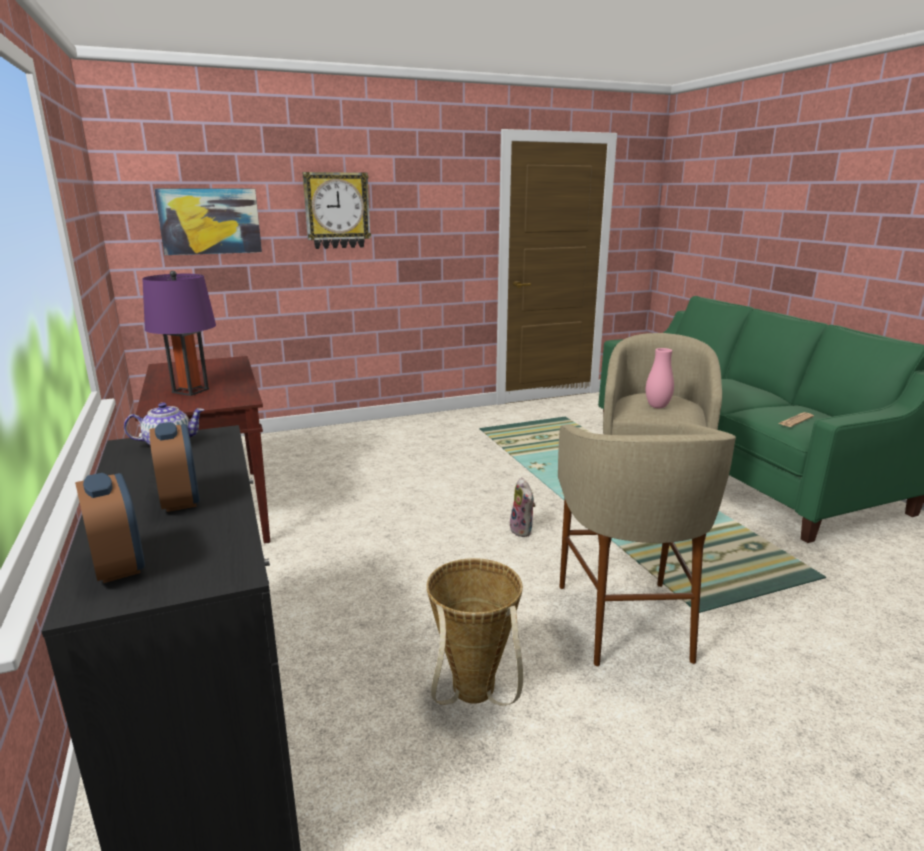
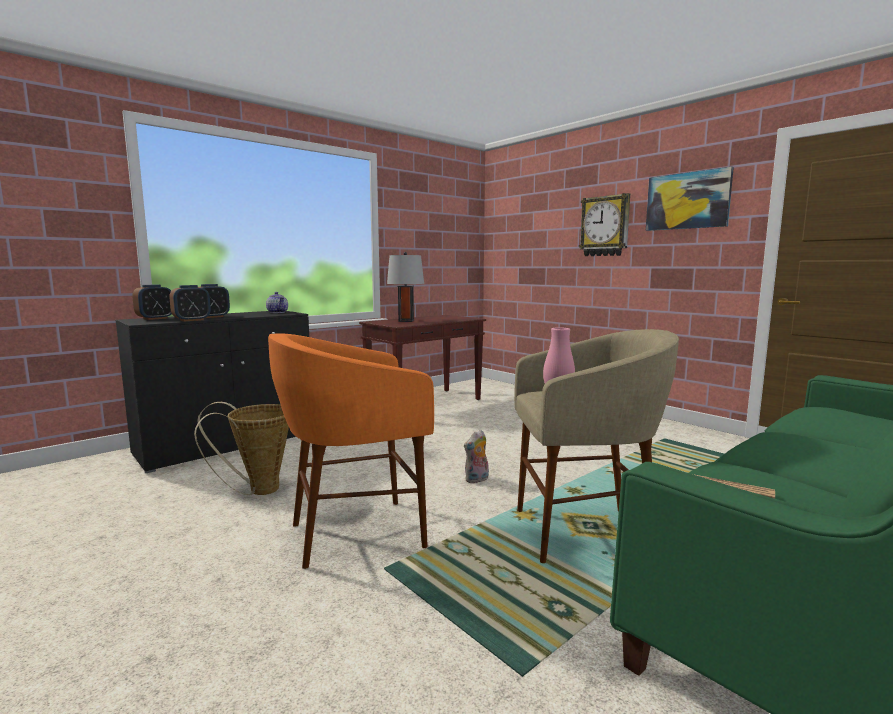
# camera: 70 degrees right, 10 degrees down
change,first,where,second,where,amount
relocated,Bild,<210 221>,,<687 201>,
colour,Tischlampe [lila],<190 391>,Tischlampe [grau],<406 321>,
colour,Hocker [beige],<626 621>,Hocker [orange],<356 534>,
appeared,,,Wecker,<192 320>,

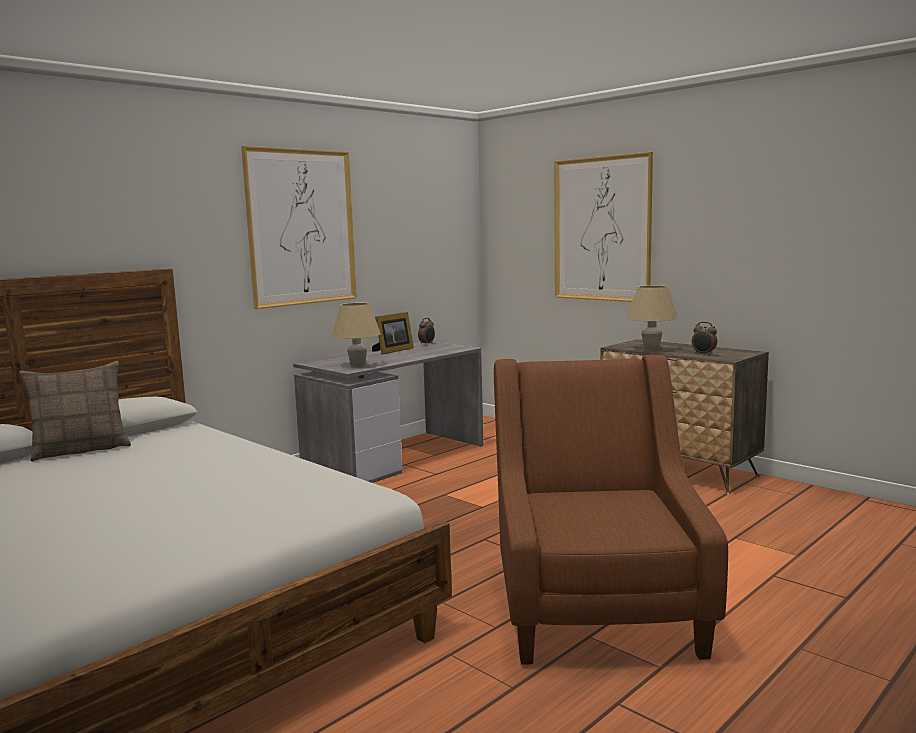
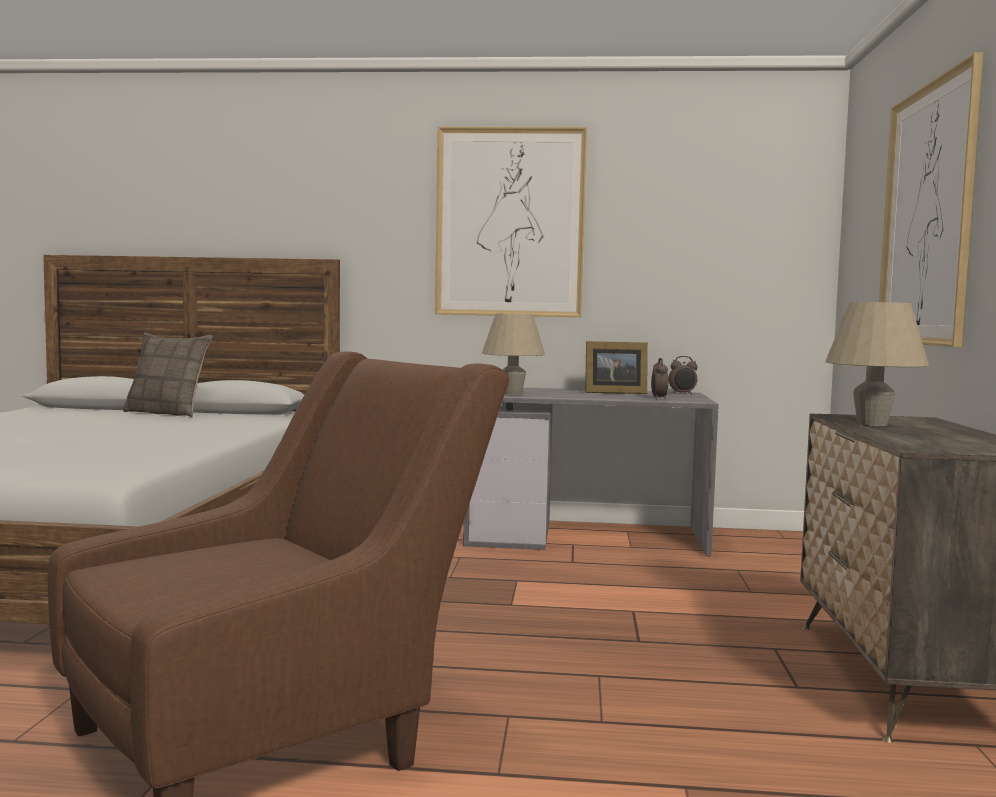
# camera: 50 degrees right, 5 degrees down
change,first,where,second,where,amount
relocated,Wecker,<703 354>,,<658 398>,

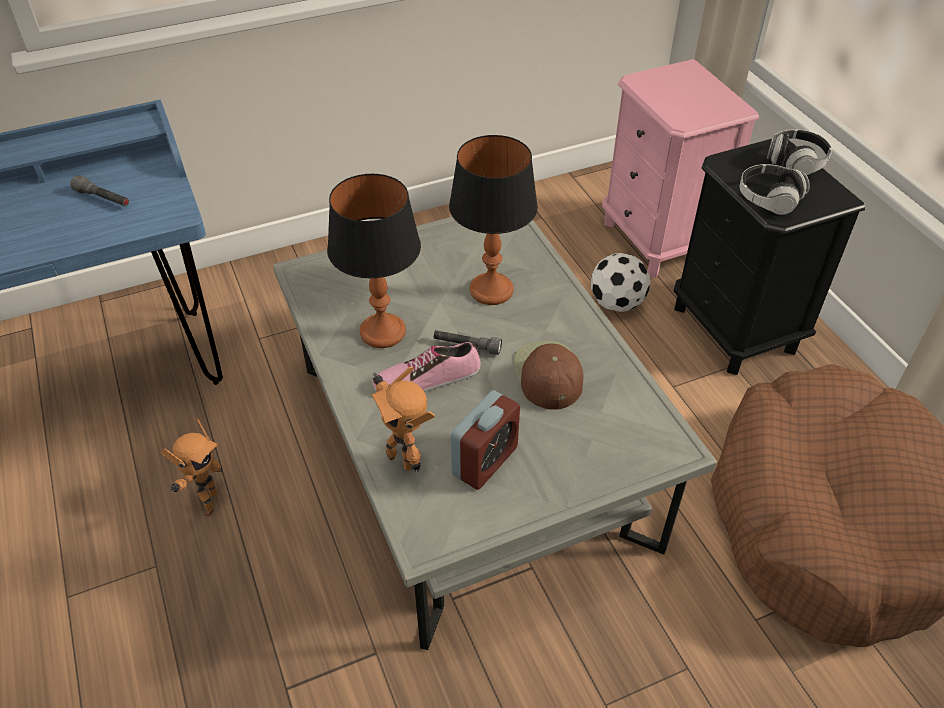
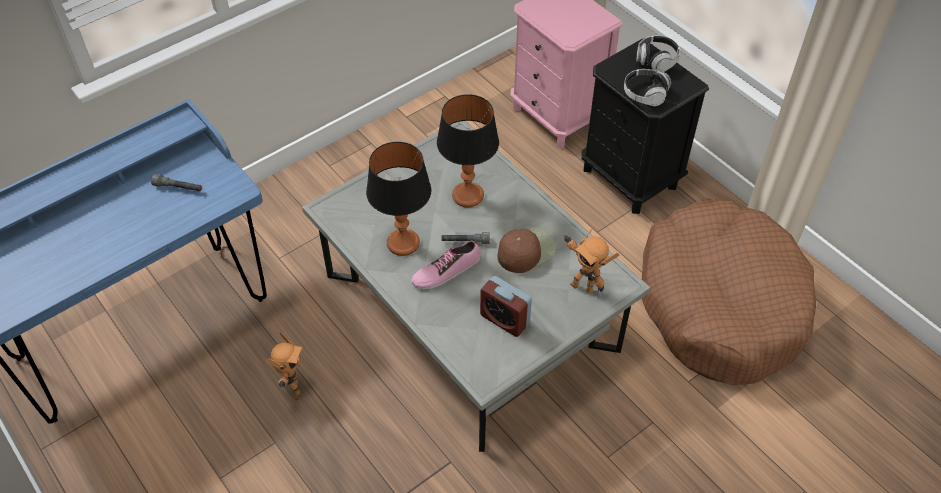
# camera: 15 degrees left, 5 degrees up
change,first,where,second,where,amount
missing,Fußball,<617 303>,,,
spun,Kappe [braun],<547 374>,,<526 250>,75 degrees clockwise
relocated,Spielzeugroboter,<403 458>,,<582 285>,
spun,Wecker,<485 461>,,<504 319>,105 degrees clockwise

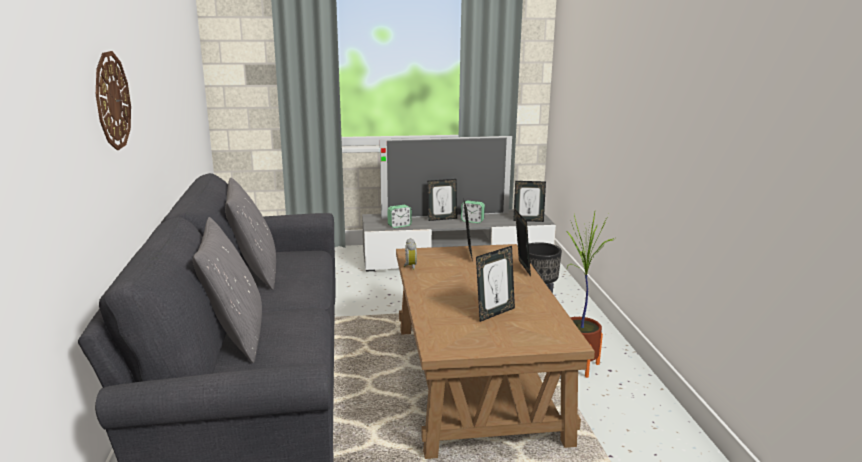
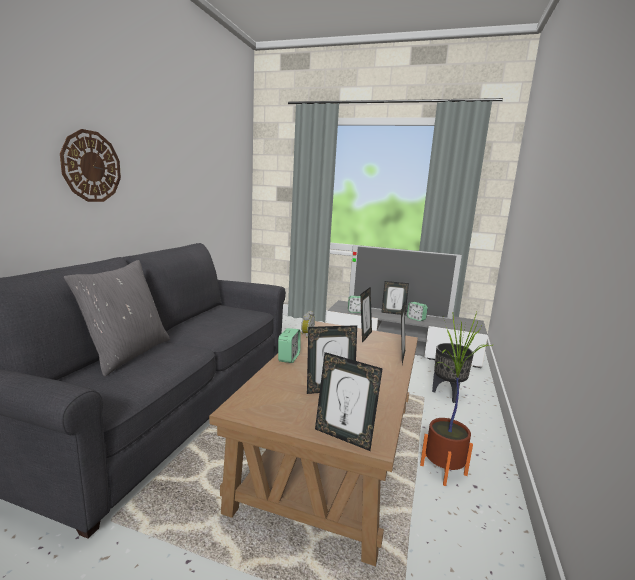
# camera: 25 degrees right, 5 degrees down
change,first,where,second,where,amount
missing,Kissen [grau],<255 273>,,,
relocated,Bilderrahmen,<528 220>,,<343 437>,
appeared,,,Wecker,<289 358>,

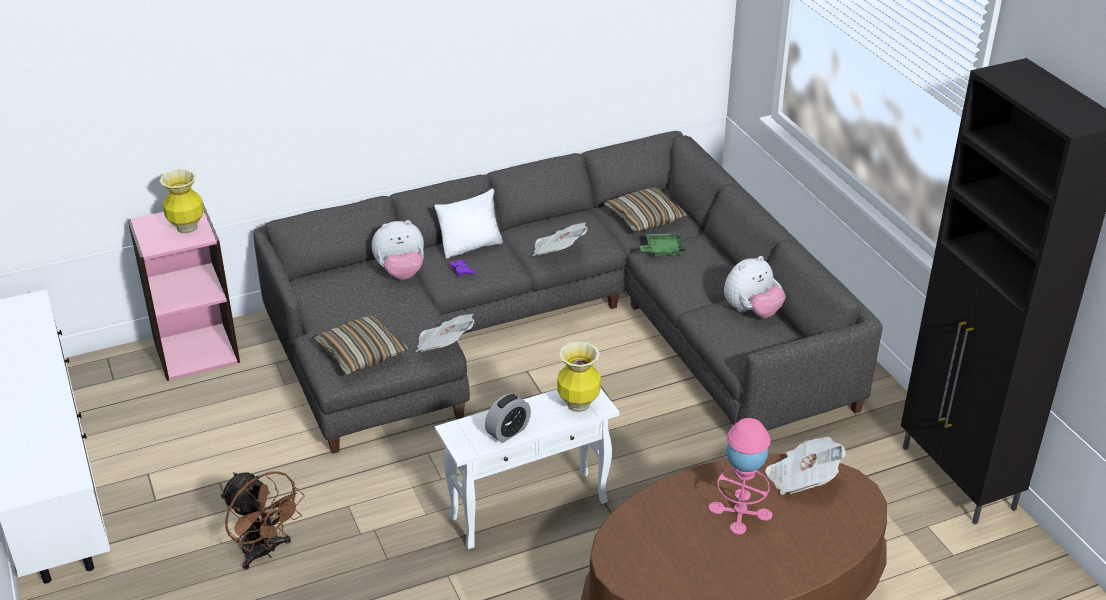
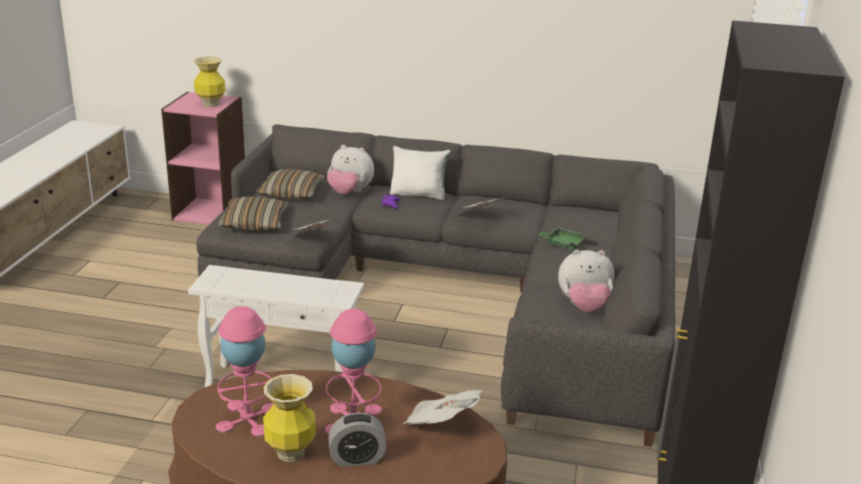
# camera: 35 degrees right, 10 degrees down
change,first,where,second,where,amount
relocated,Kissen,<645 218>,,<291 193>,
relocated,Vase,<578 405>,,<290 453>,
relocated,Wecker,<508 432>,,<357 459>,
missing,Ventilator [braun],<264 552>,,,
appeared,,,Tischlampe [rosa],<247 418>,

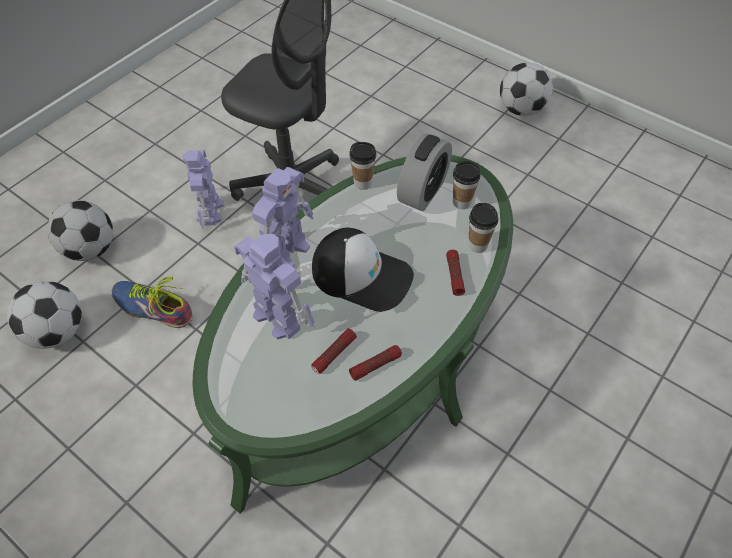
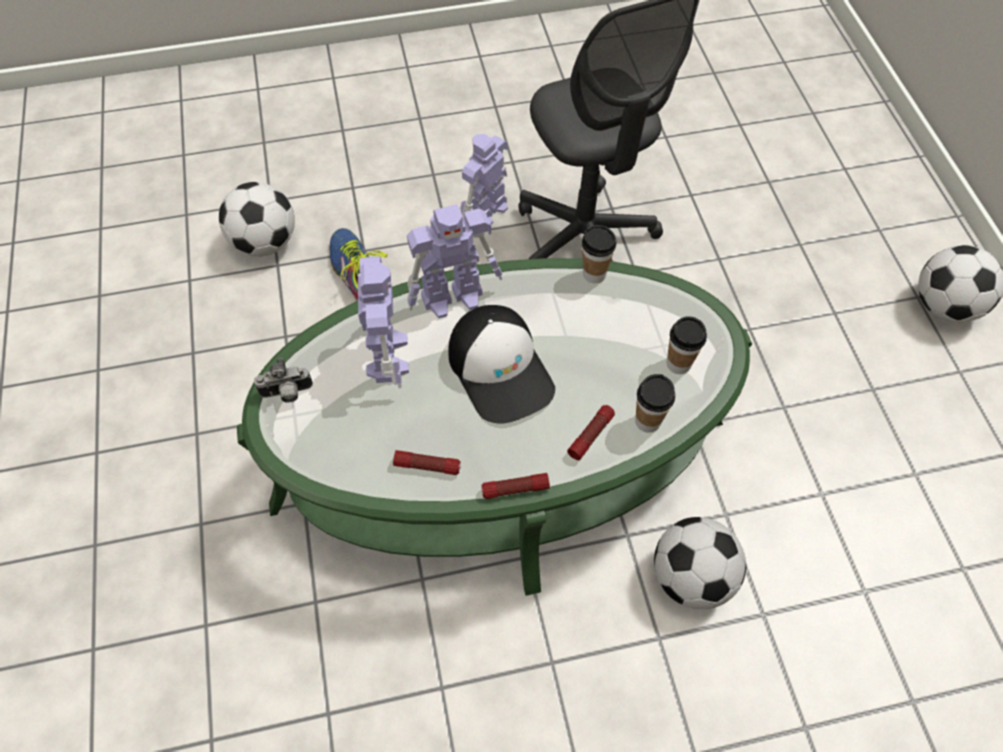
# camera: 40 degrees right, 5 degrees up
change,first,where,second,where,amount
missing,Wecker,<422 192>,,,
relocated,Fußball,<90 249>,,<690 576>,
relocated,Taschenlampe,<334 354>,,<515 489>,
appeared,,,Kamera,<287 394>,

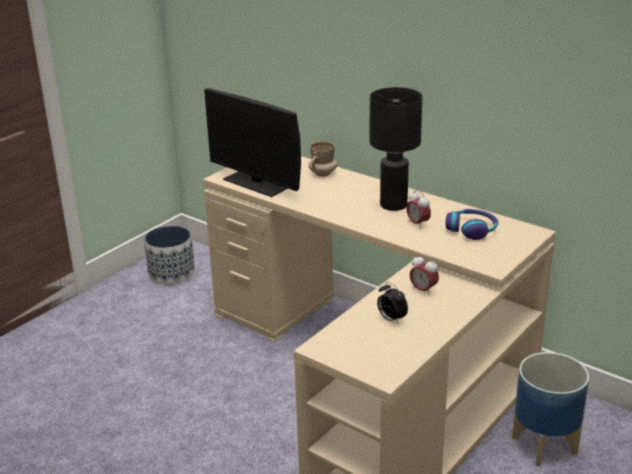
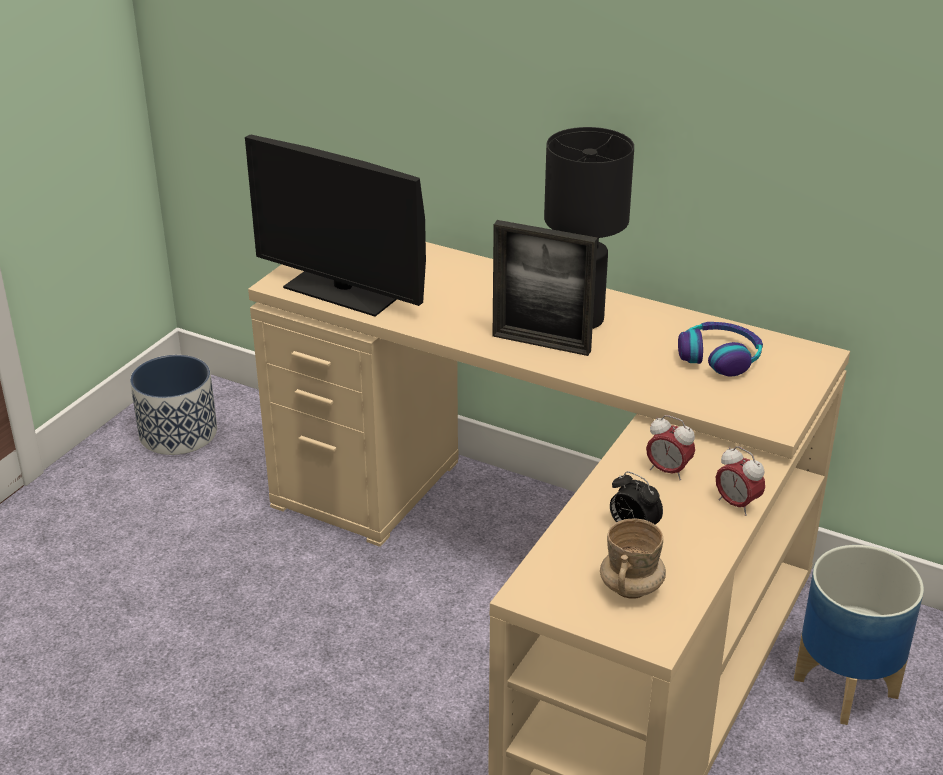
# camera: 10 degrees left, 5 degrees up
change,first,where,second,where,amount
relocated,Henkelbecher [beige],<323 173>,,<631 588>,
relocated,Wecker,<417 224>,,<736 504>,
appeared,,,Bilderrahmen,<541 343>,

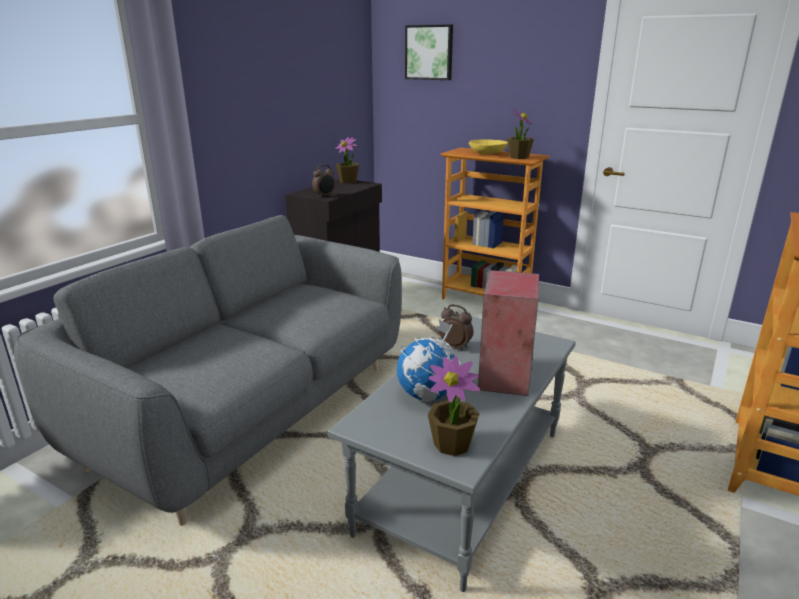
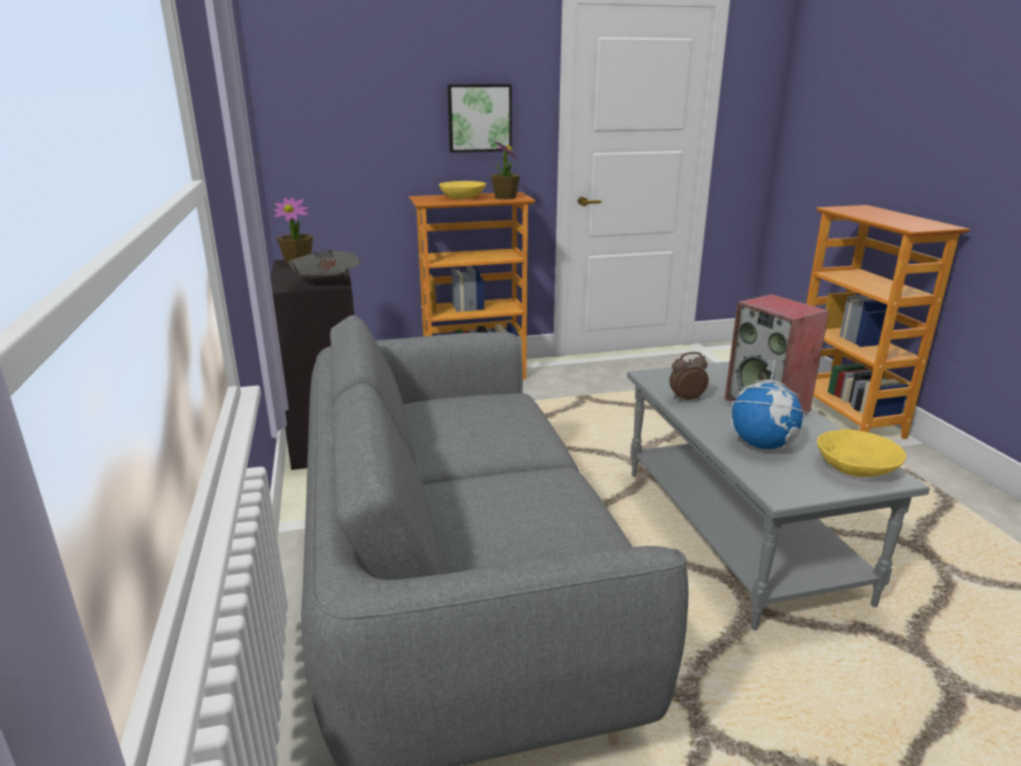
# camera: 45 degrees left, 0 degrees up
change,first,where,second,where,amount
relocated,Bild,<429 52>,,<479 118>,
exchanged,Wecker,<325 196>,Zeitung,<327 283>,
exchanged,Topfpflanze,<452 444>,Schüssel [gelb],<856 468>,

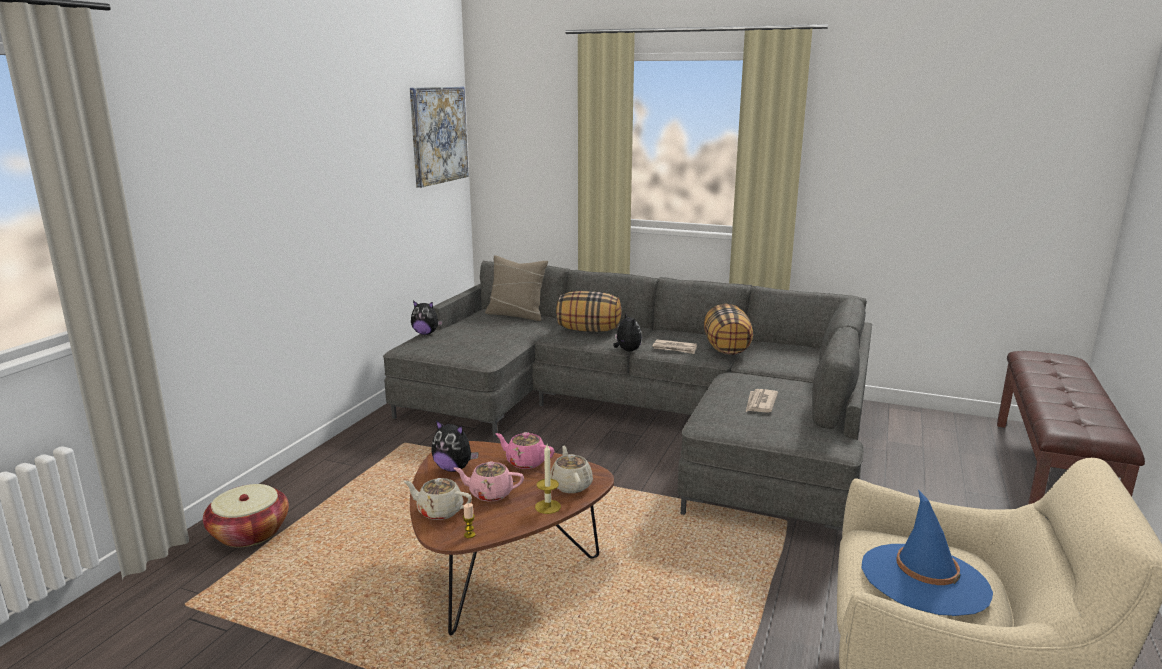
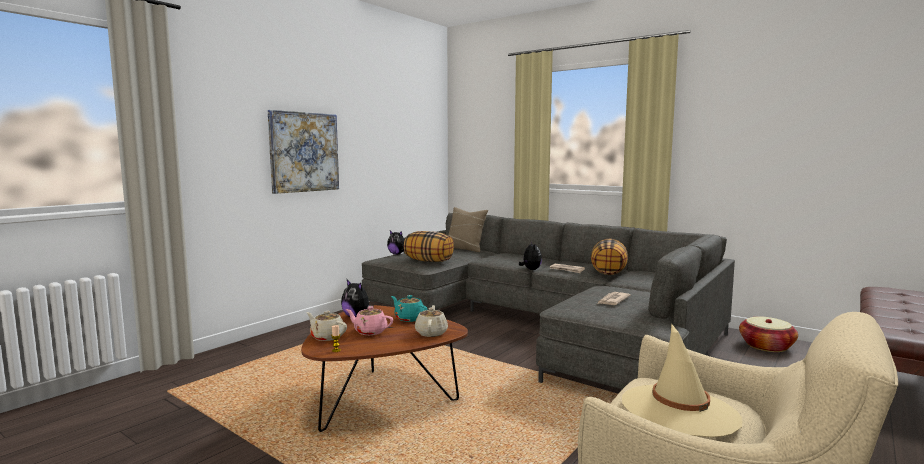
# camera: 15 degrees right, 10 degrees down
change,first,where,second,where,amount
relocated,Bild,<438 135>,,<304 152>,
relocated,Kissen,<589 330>,,<429 261>,
colour,Teekanne [rosa],<525 462>,Teekanne [türkis],<409 318>,
missing,Kerze,<548 507>,,,
relocated,Korb,<250 533>,,<766 346>,
colour,Hut [blau],<924 579>,Hut [beige],<679 410>,

